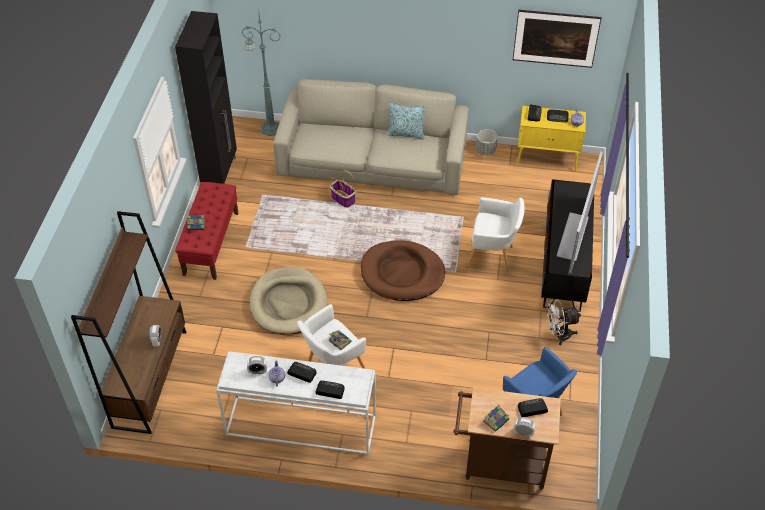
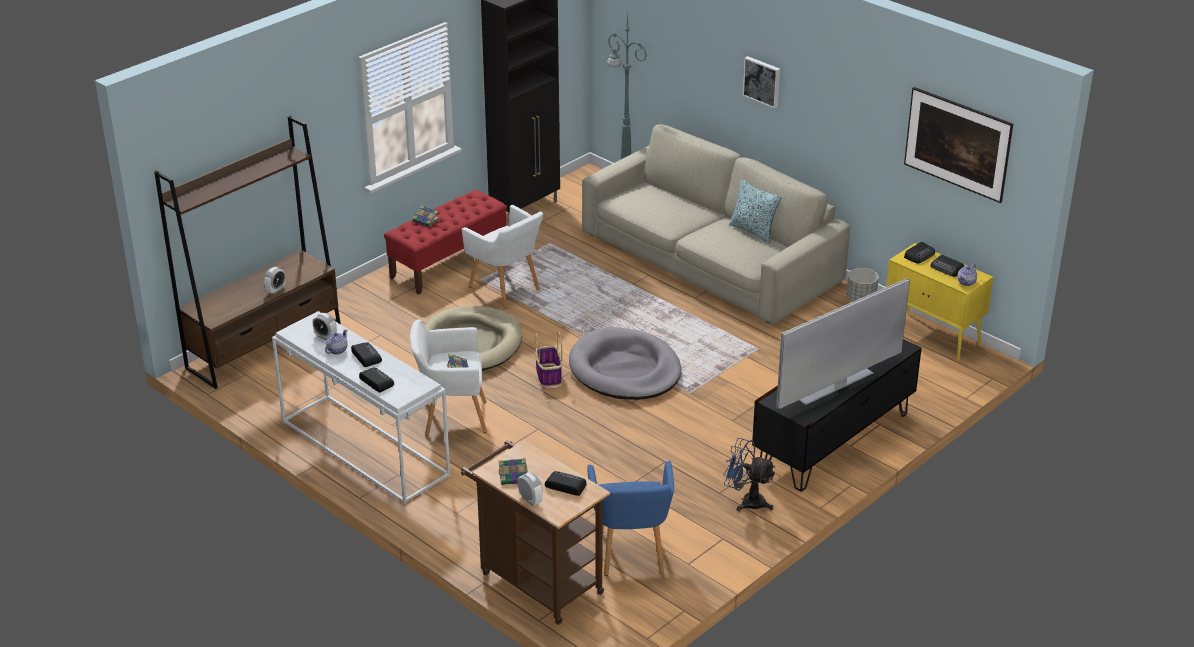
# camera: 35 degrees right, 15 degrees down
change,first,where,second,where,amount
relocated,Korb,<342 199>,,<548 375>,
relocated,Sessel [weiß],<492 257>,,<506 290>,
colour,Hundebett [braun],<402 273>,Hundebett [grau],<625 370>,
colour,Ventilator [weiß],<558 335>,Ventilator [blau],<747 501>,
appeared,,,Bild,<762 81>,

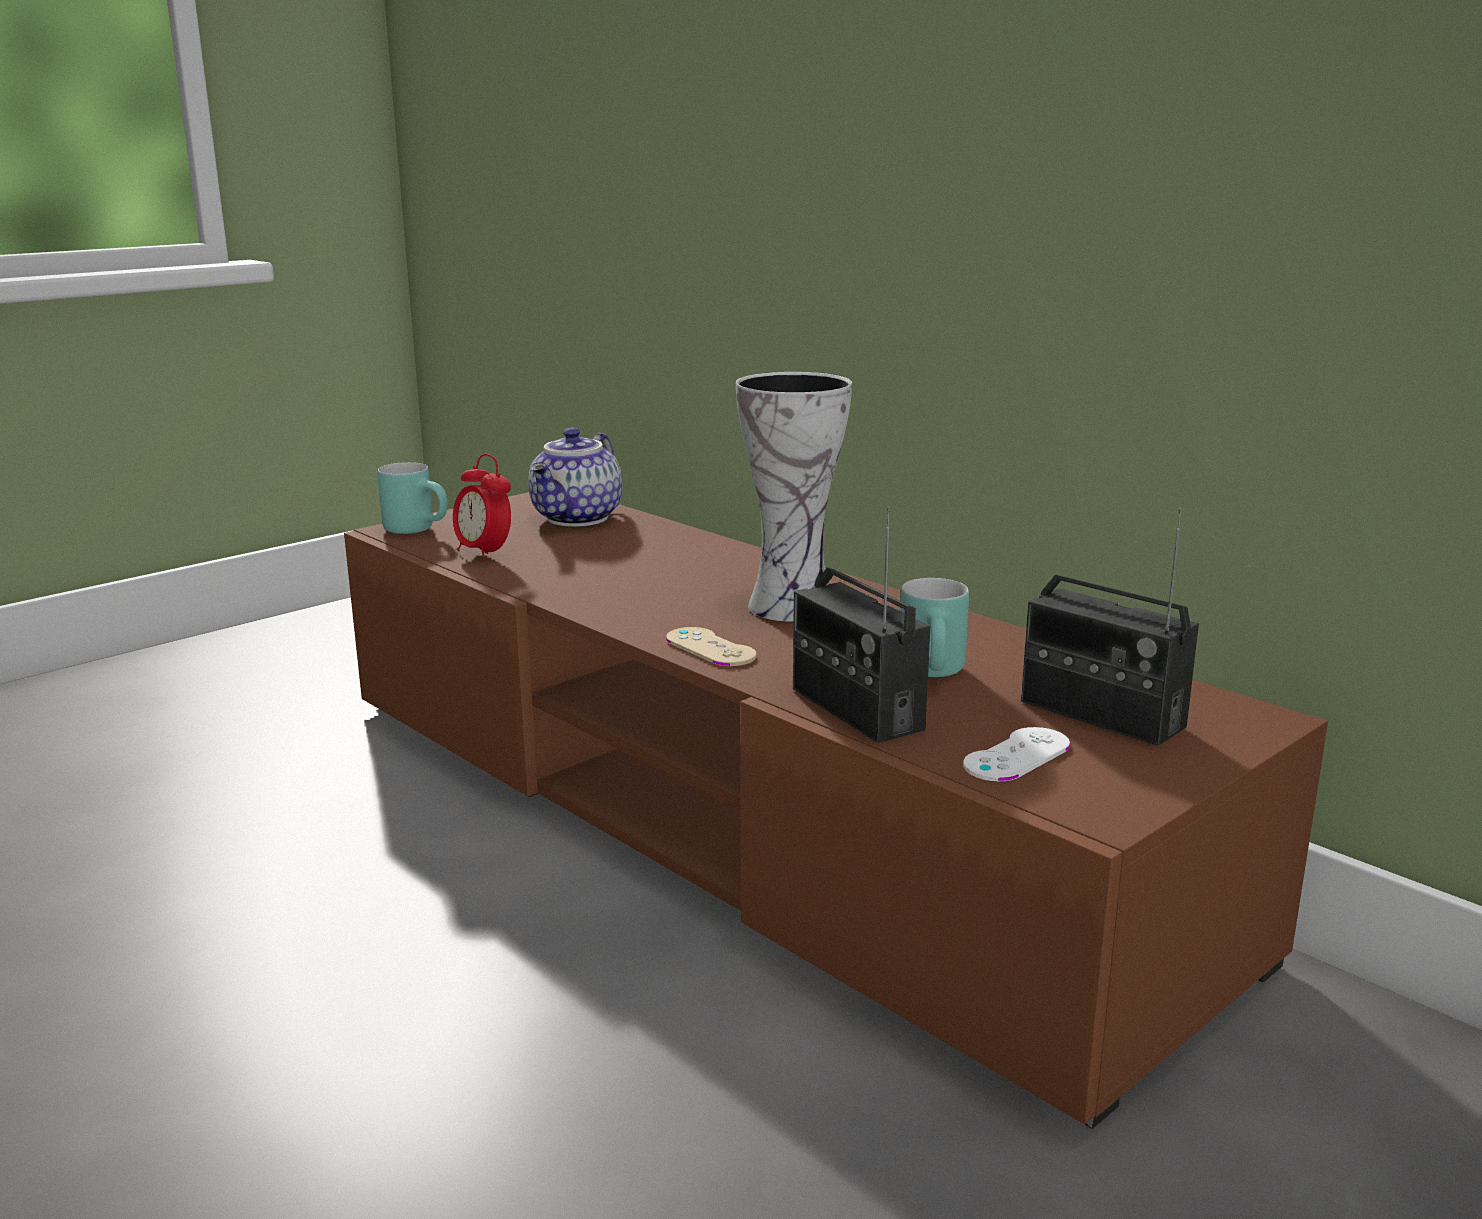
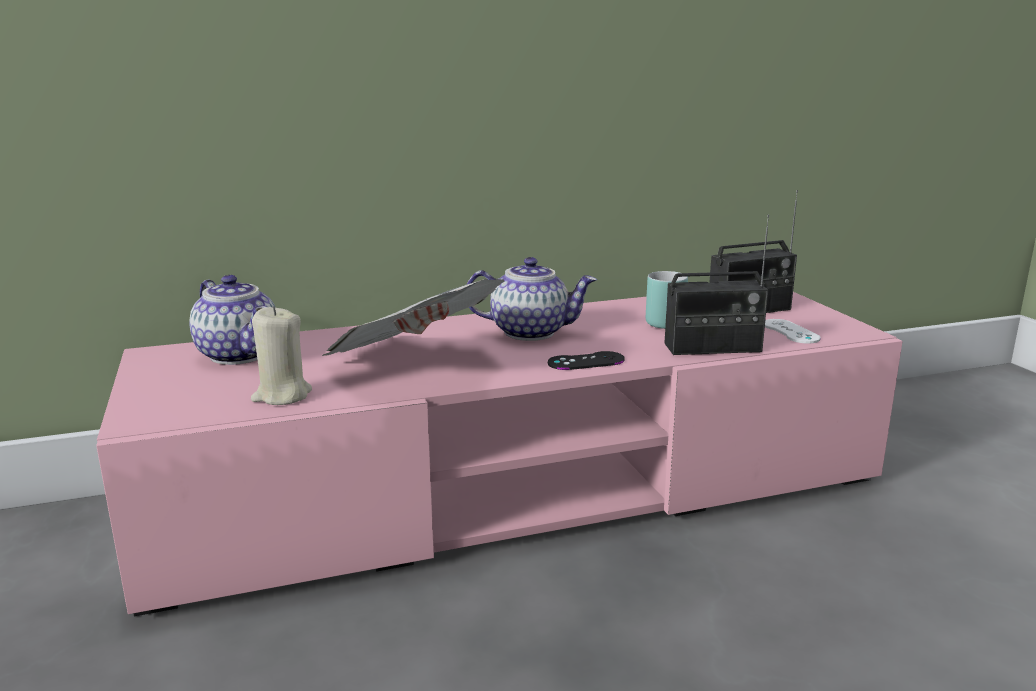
# camera: 65 degrees left, 0 degrees up
change,first,where,second,where,amount
exchanged,Vase,<793 605>,Teekanne,<530 332>,
exchanged,Wecker,<484 554>,Kerze [beige],<282 395>,
missing,Henkelbecher [türkis],<420 530>,,,
colour,Fernsehschrank [braun],<741 815>,Fernsehschrank [rosa],<518 490>,
colour,Gamepad [beige],<710 647>,Gamepad [schwarz],<586 361>,
appeared,,,Zeitung,<414 365>,

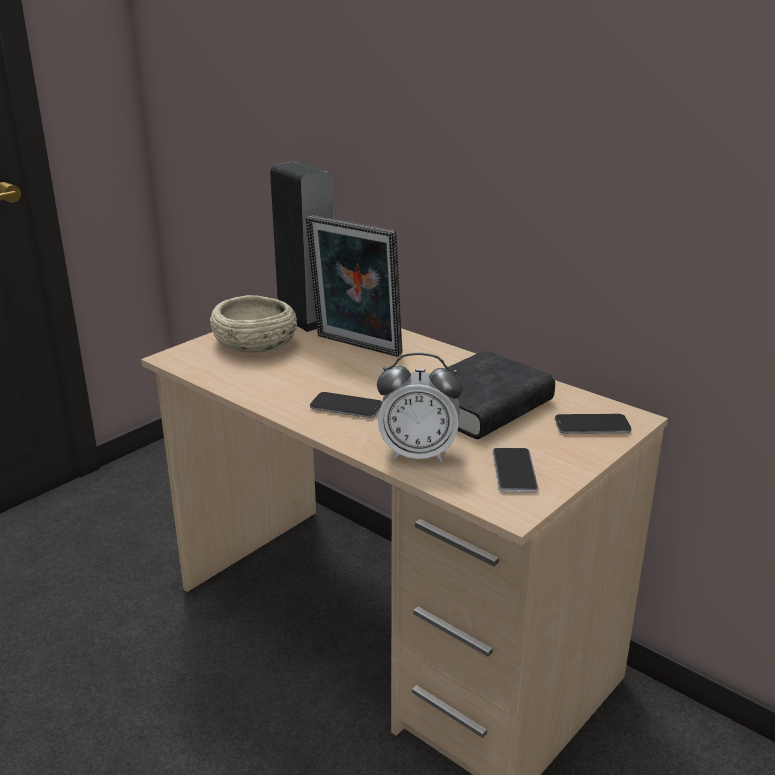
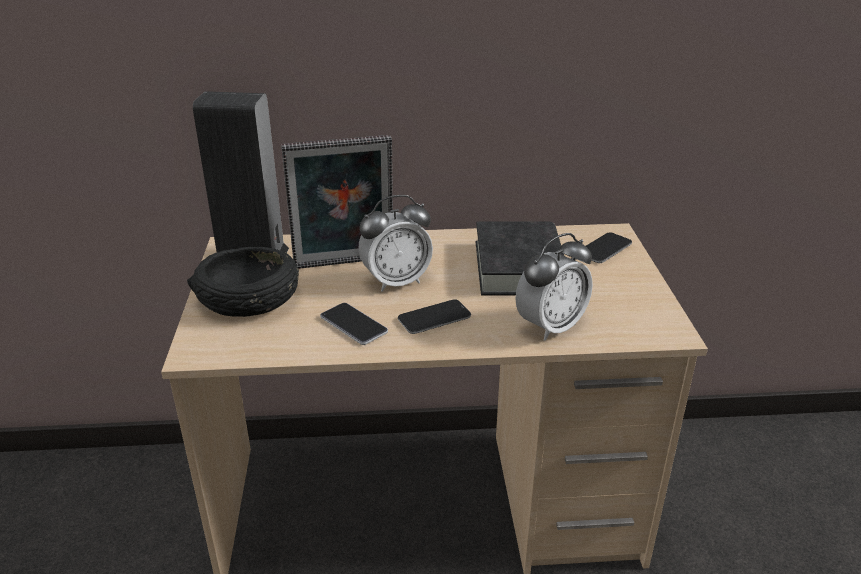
# camera: 45 degrees left, 5 degrees up
change,first,where,second,where,amount
colour,Schüssel [beige],<253 343>,Schüssel [schwarz],<248 301>,
relocated,Handy,<514 471>,,<353 325>,
appeared,,,Wecker,<396 282>,

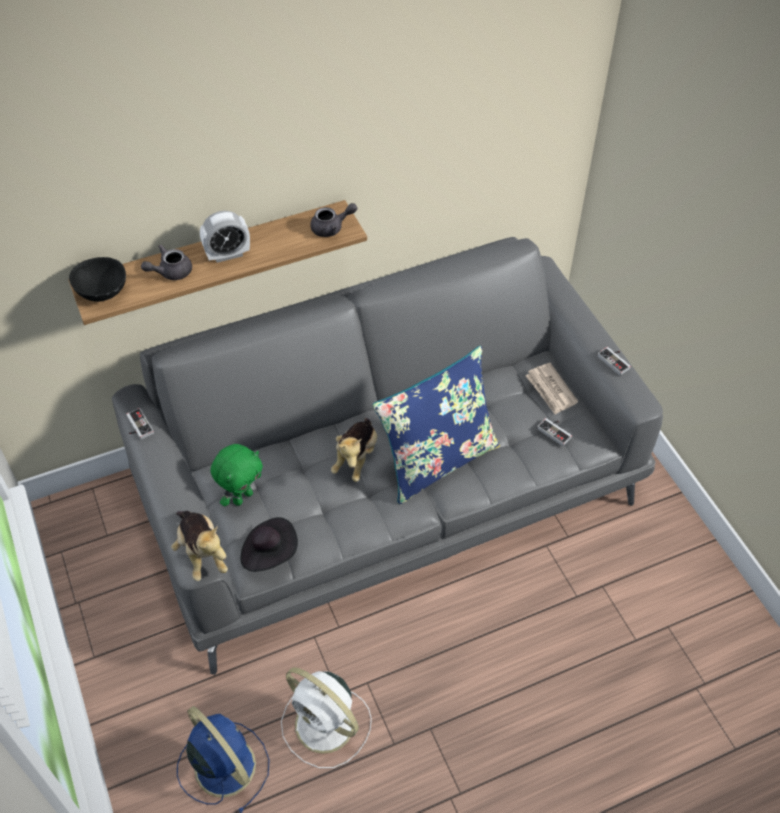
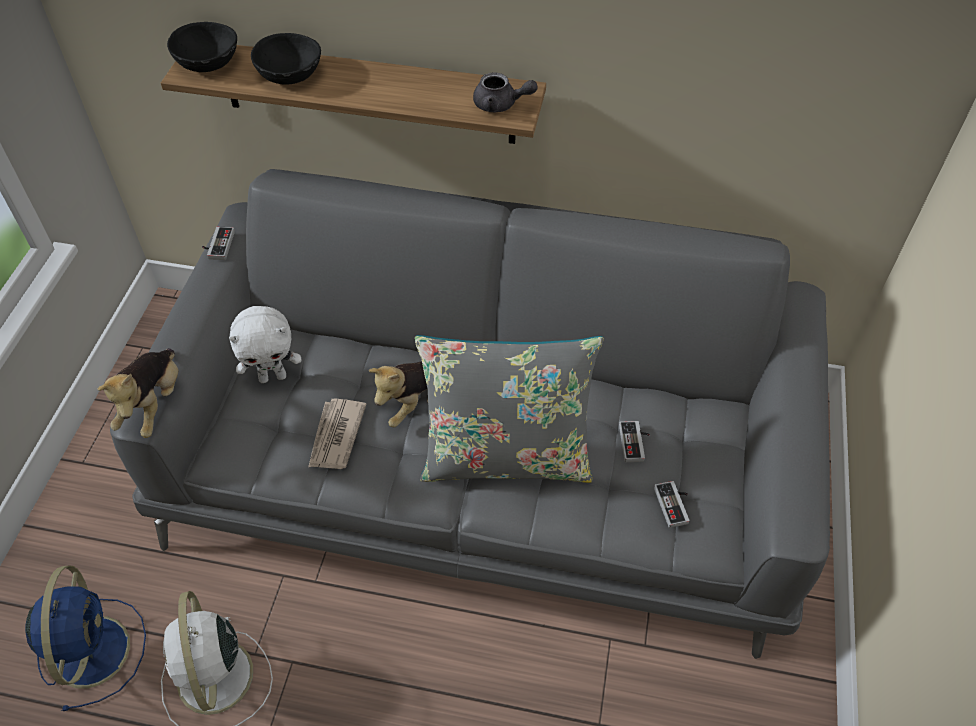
# camera: 35 degrees right, 0 degrees up
change,first,where,second,where,amount
missing,Wecker,<228 255>,,,
exchanged,Teekanne [grau],<170 272>,Schüssel [schwarz],<289 75>,
colour,Kissen [blau],<437 460>,Kissen [grau],<506 456>,
relocated,Gamepad,<615 361>,,<636 443>,
relocated,Zeitung,<550 390>,,<335 436>,
colour,Plüschtier [grün],<242 497>,Plüschtier [weiß],<273 376>,
missing,Hut [schwarz],<269 553>,,,

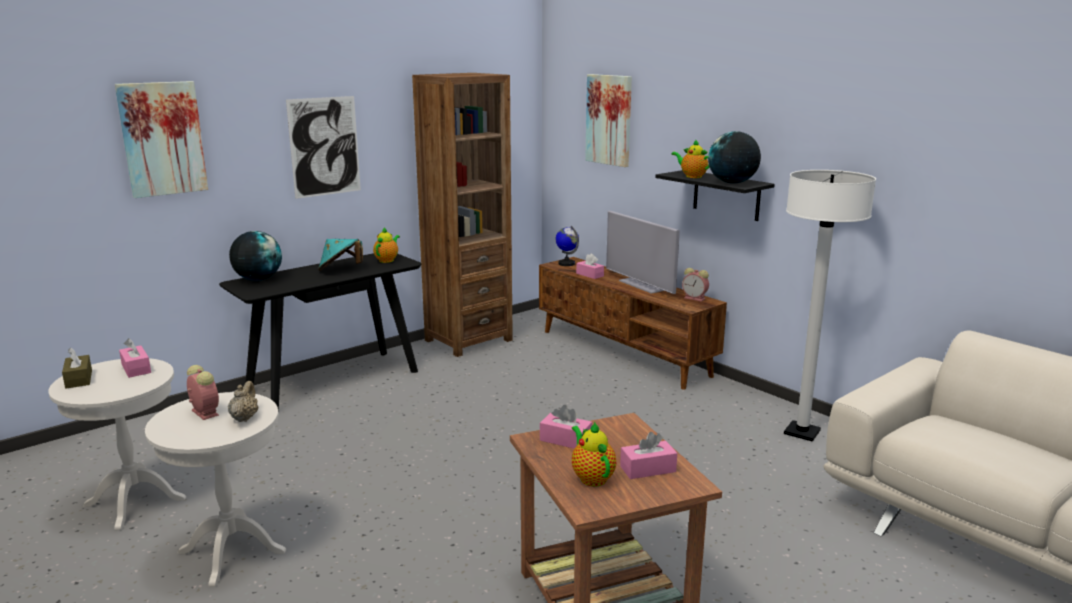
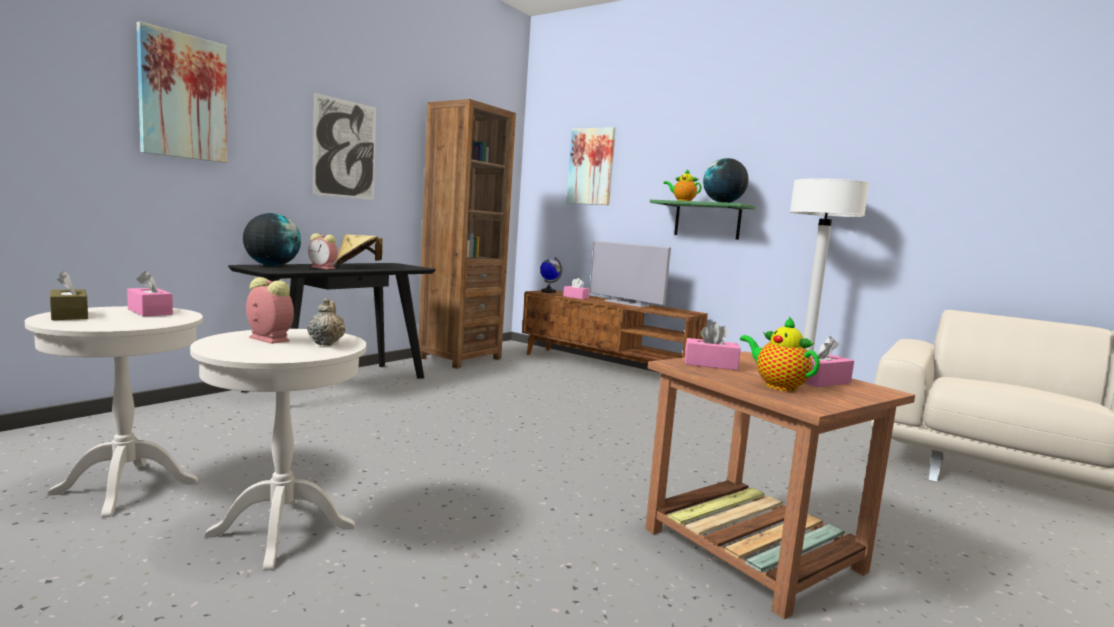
# camera: 15 degrees left, 10 degrees down
change,first,where,second,where,amount
colour,Wandregal [schwarz],<726 195>,Wandregal [grün],<707 220>,
missing,Teekanne,<387 260>,,,
colour,Hut [türkis],<340 269>,Hut [beige],<357 266>,
relocated,Wecker,<695 298>,,<323 268>,

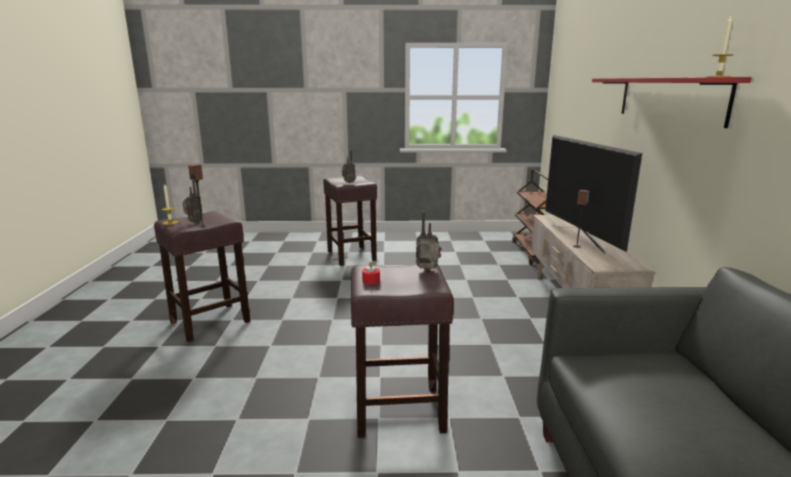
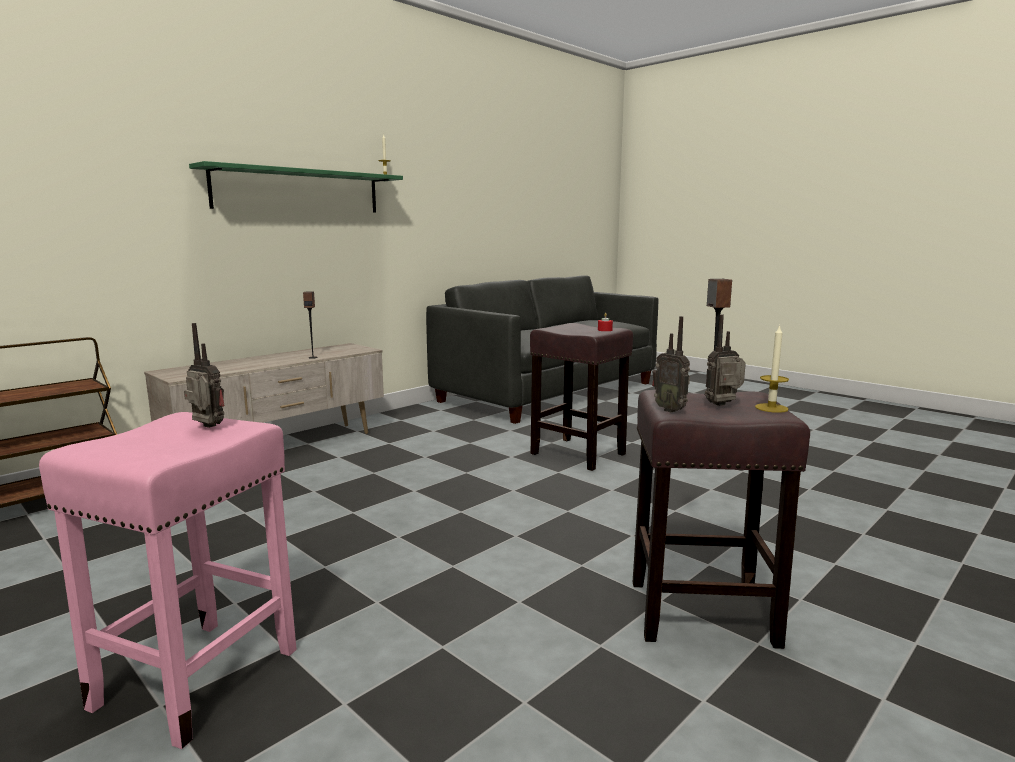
# camera: 135 degrees left, 5 degrees down
change,first,where,second,where,amount
colour,Wandregal [rot],<668 99>,Wandregal [grün],<299 191>,
missing,Fernseher,<580 239>,,,
colour,Hocker [braun],<352 256>,Hocker [rosa],<199 676>,
relocated,Radio,<428 270>,,<670 410>,

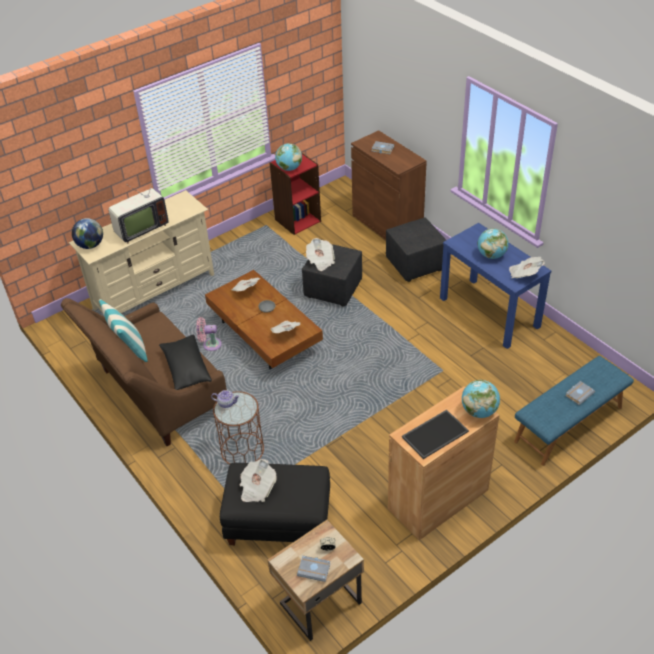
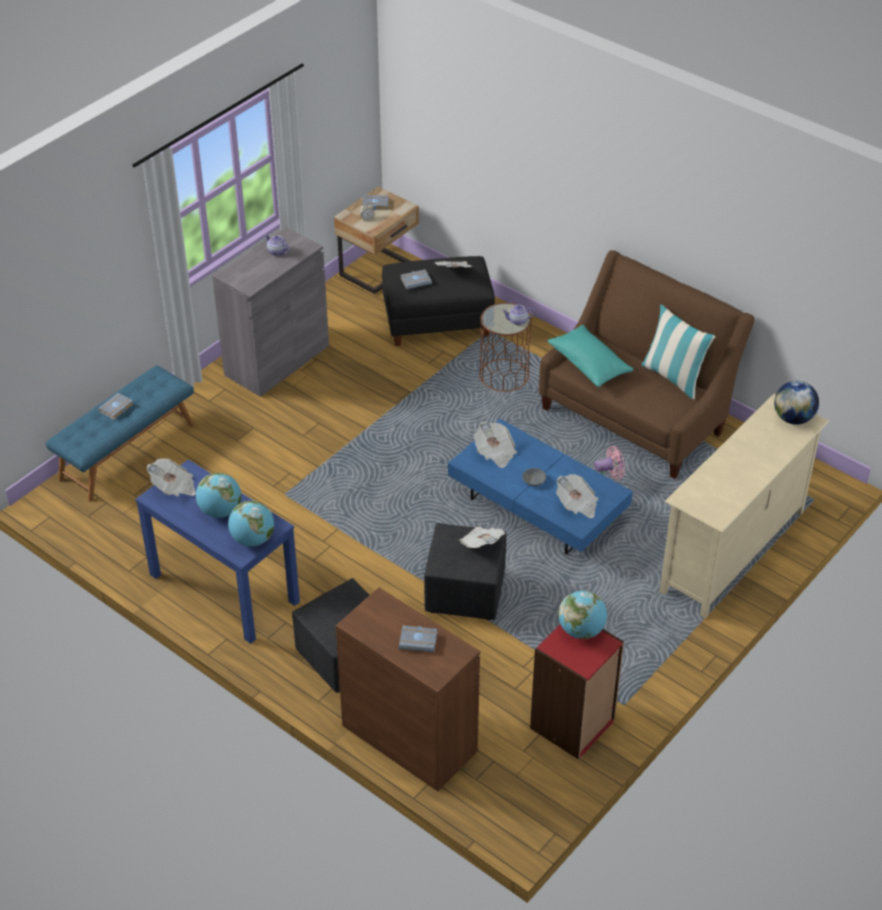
# camera: 165 degrees right, 0 degrees up
change,first,where,second,where,amount
missing,Fernseher,<140 229>,,,
colour,Couchtisch [braun],<264 335>,Couchtisch [blau],<538 508>,
colour,Kissen [schwarz],<186 369>,Kissen [türkis],<589 364>,
relocated,Globus,<479 411>,,<253 539>,
colour,Schrank [braun],<438 499>,Schrank [grau],<277 360>,
exchanged,Tablett,<435 433>,Teekanne,<277 252>,
appeared,,,Buch [grau],<416 281>,

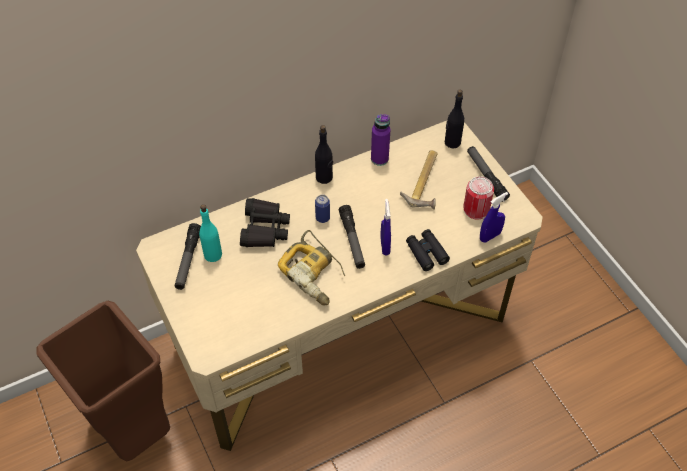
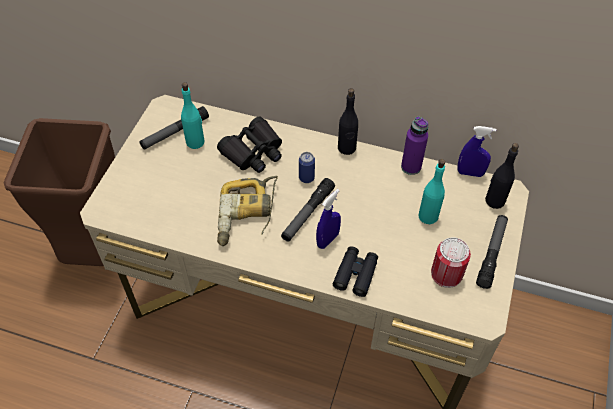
# camera: 45 degrees right, 0 degrees up
change,first,where,second,where,amount
exchanged,Hammer,<426 182>,Flasche [türkis],<428 216>,
relocated,Sprühflasche [blau],<490 236>,,<470 173>,

